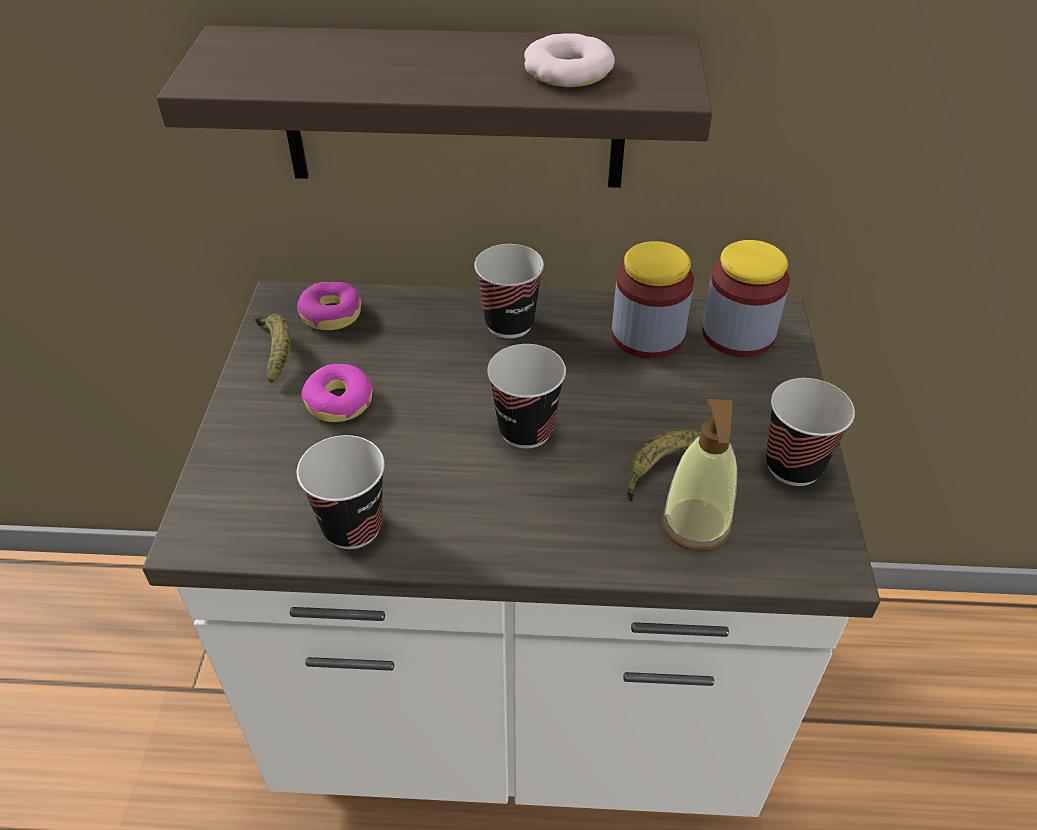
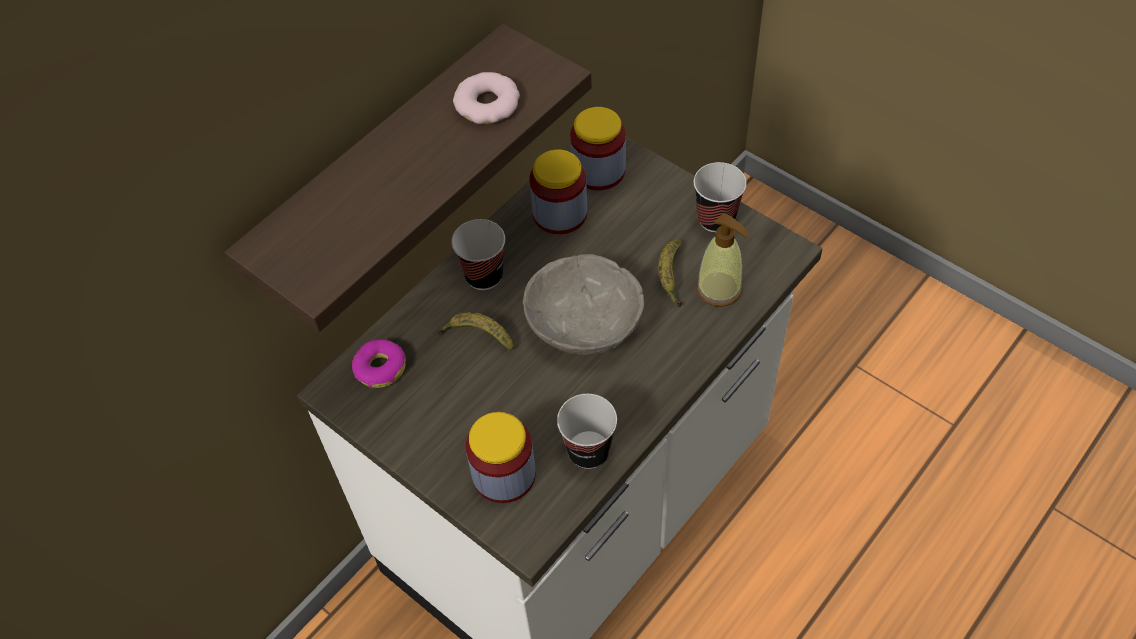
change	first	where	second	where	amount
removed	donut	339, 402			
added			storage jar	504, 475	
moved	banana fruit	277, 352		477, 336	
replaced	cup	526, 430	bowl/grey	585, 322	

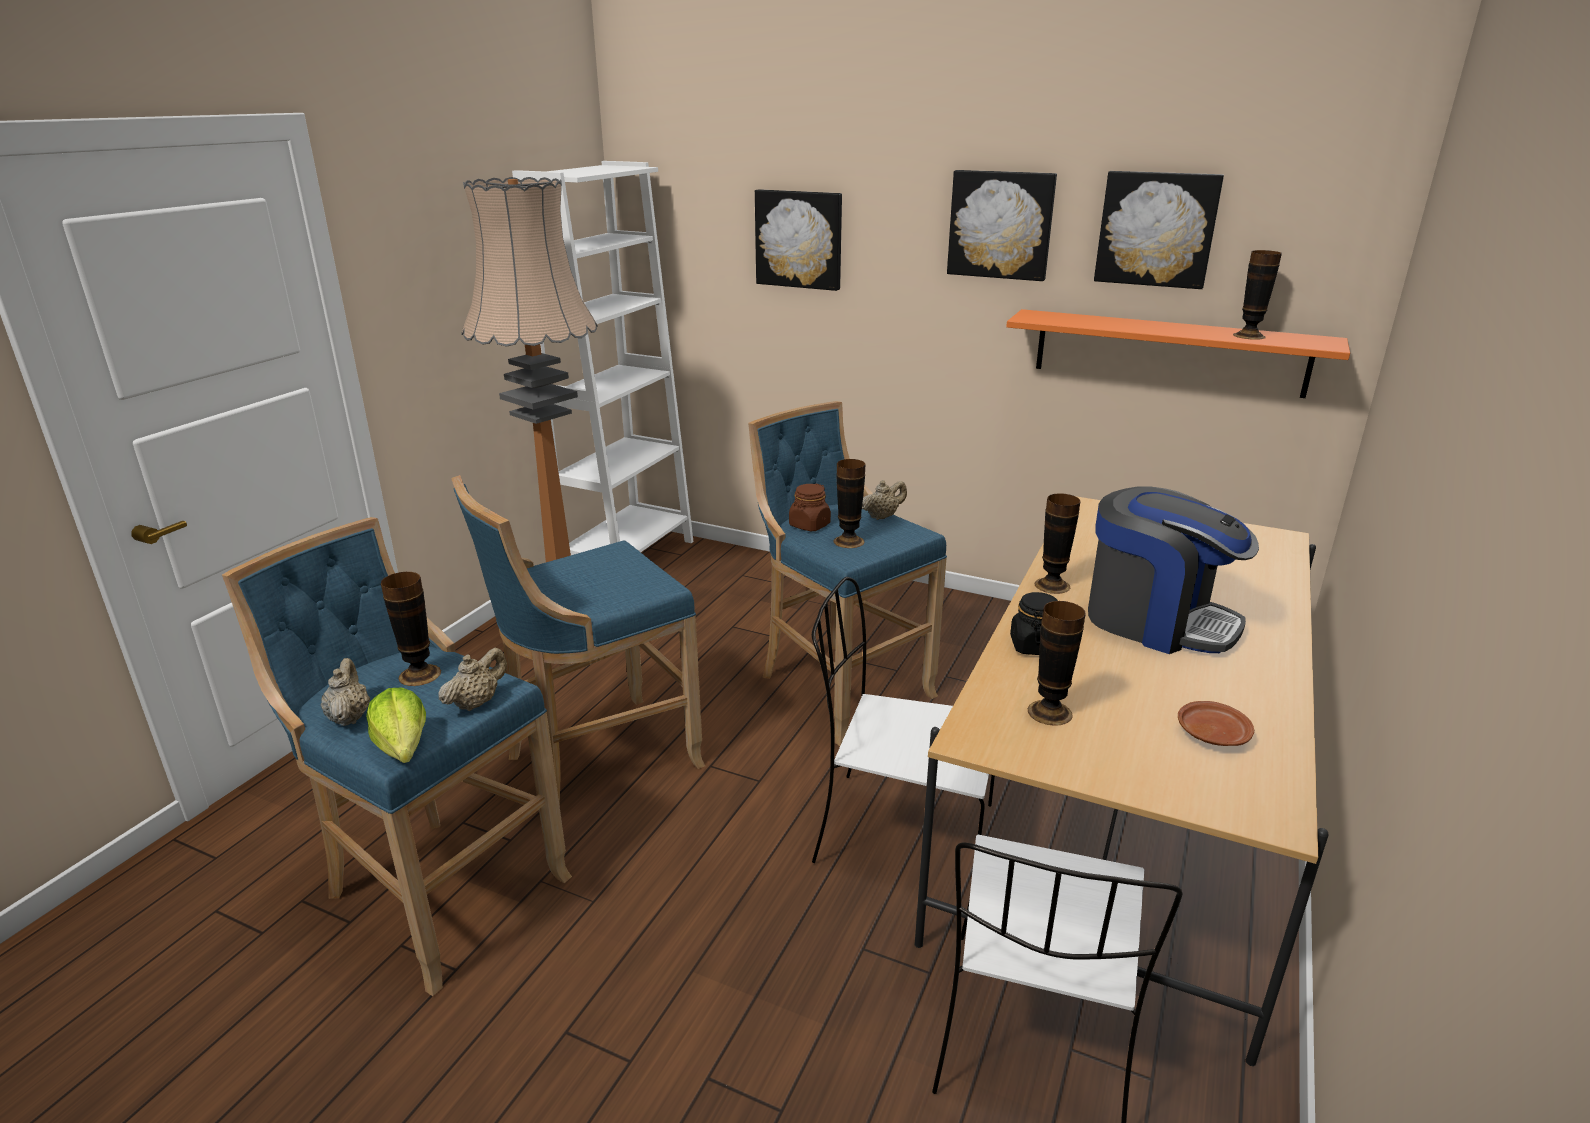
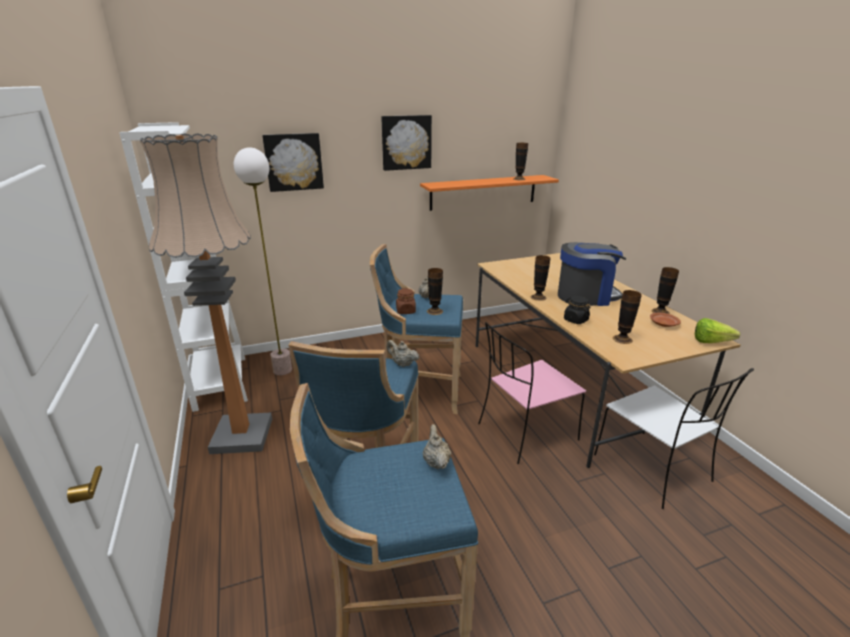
change	first	where	second	where	amount
removed	picture	1156, 229			
added			standard lamp	282, 370	
moved	tea pot/beige	349, 717		402, 364	
moved	lettuce head	402, 754		714, 343	
moved	vase	419, 674		660, 311	
recoloured	plain chair/whitish	899, 833	plain chair/pinkish	525, 433	

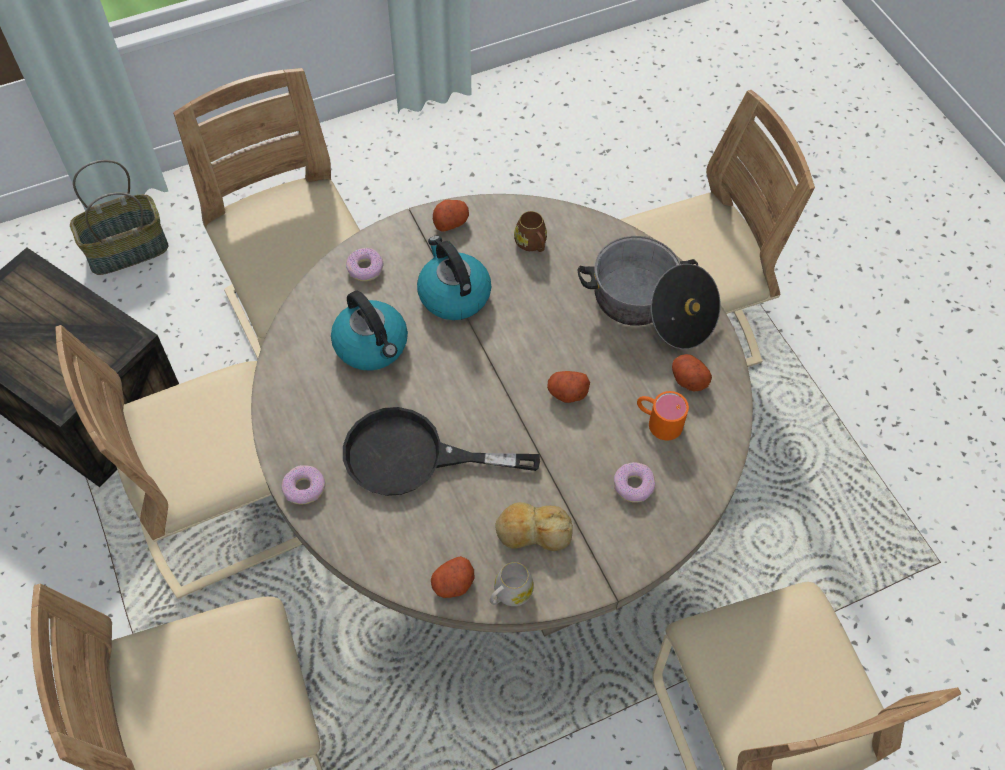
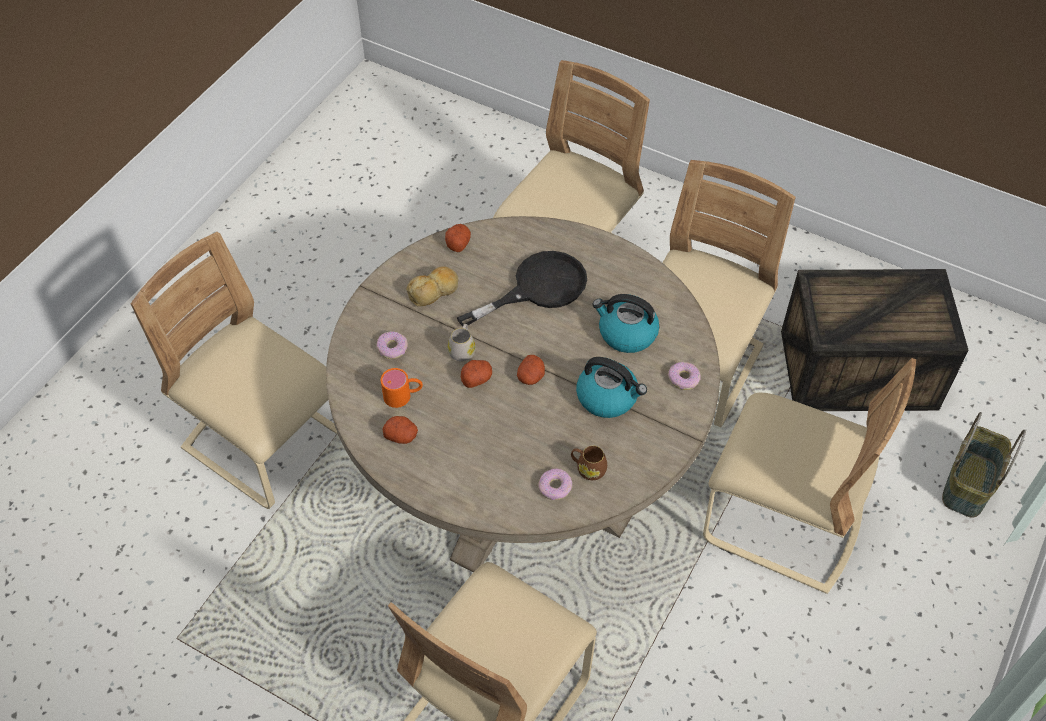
change	first	where	second	where	amount
removed	cooking pot	650, 307			
moved	donut	304, 488		555, 487	
moved	potato	450, 222		531, 377	
moved	tea mug/whitish	509, 594		462, 350	

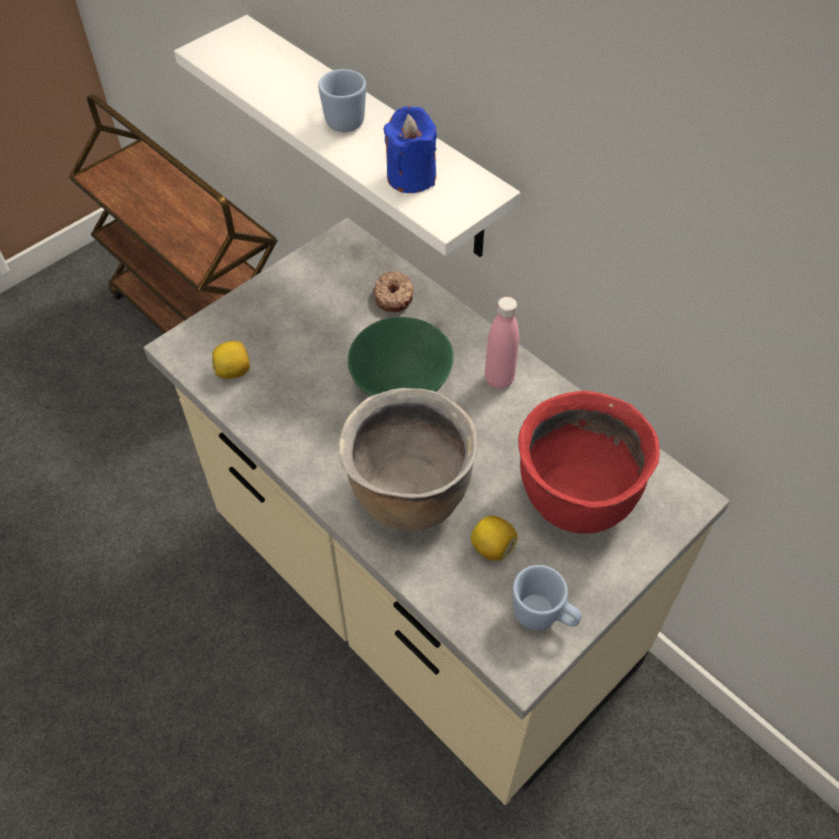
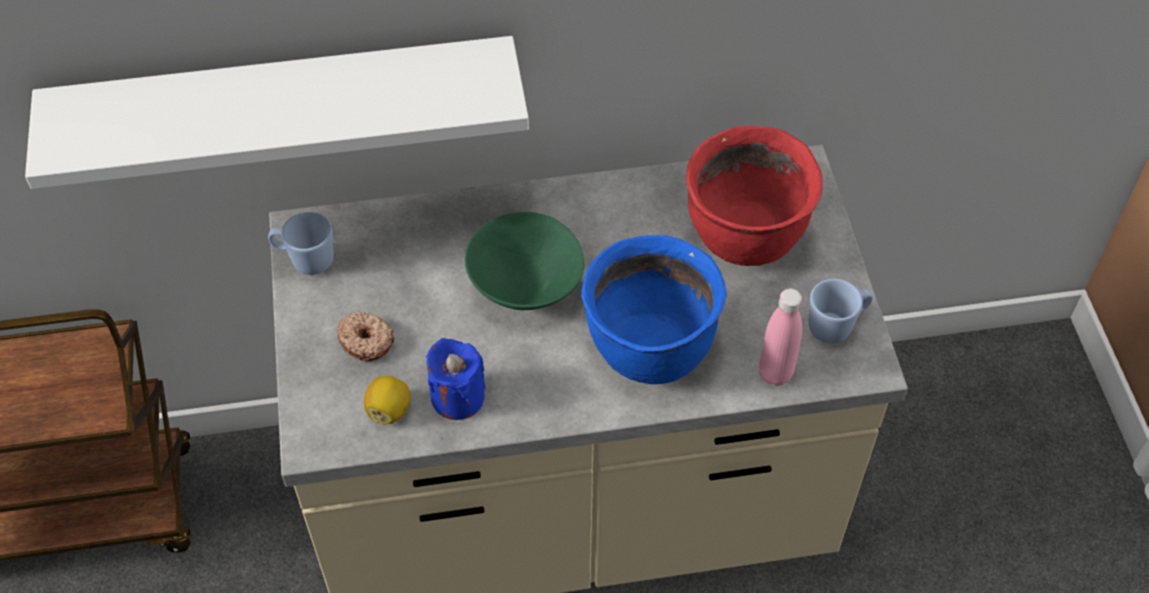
change	first	where	second	where	amount
removed	lemon	492, 547			
moved	tea mug/blue-coloured	342, 118		305, 260	
moved	donut	394, 297		366, 340	
moved	candle/blue-coloured	411, 177		457, 397	
moved	bottle/pinkish	499, 379		775, 373	
recoloured	cooking pot/brownish	408, 494	cooking pot/blue-coloured	649, 349	

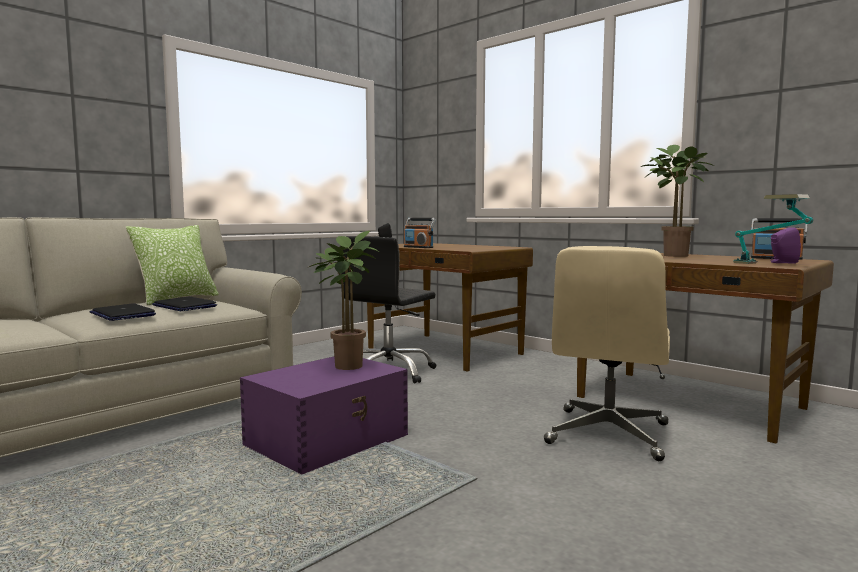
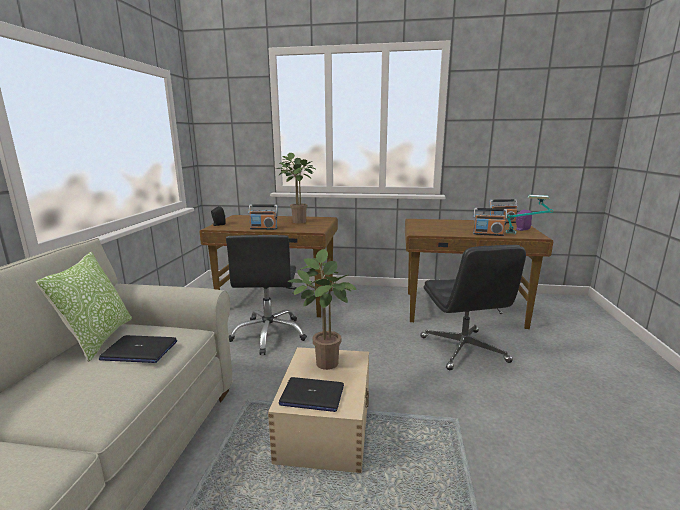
change	first	where	second	where	amount
added			radio set	488, 234	
moved	laptop	122, 314		312, 395	
moved	potted plant	671, 255		296, 222	
recoloured	storage bin/purple	329, 440	storage bin/beige	326, 425	
recoloured	desk chair/beige	608, 434	desk chair/black-coloured	464, 350	

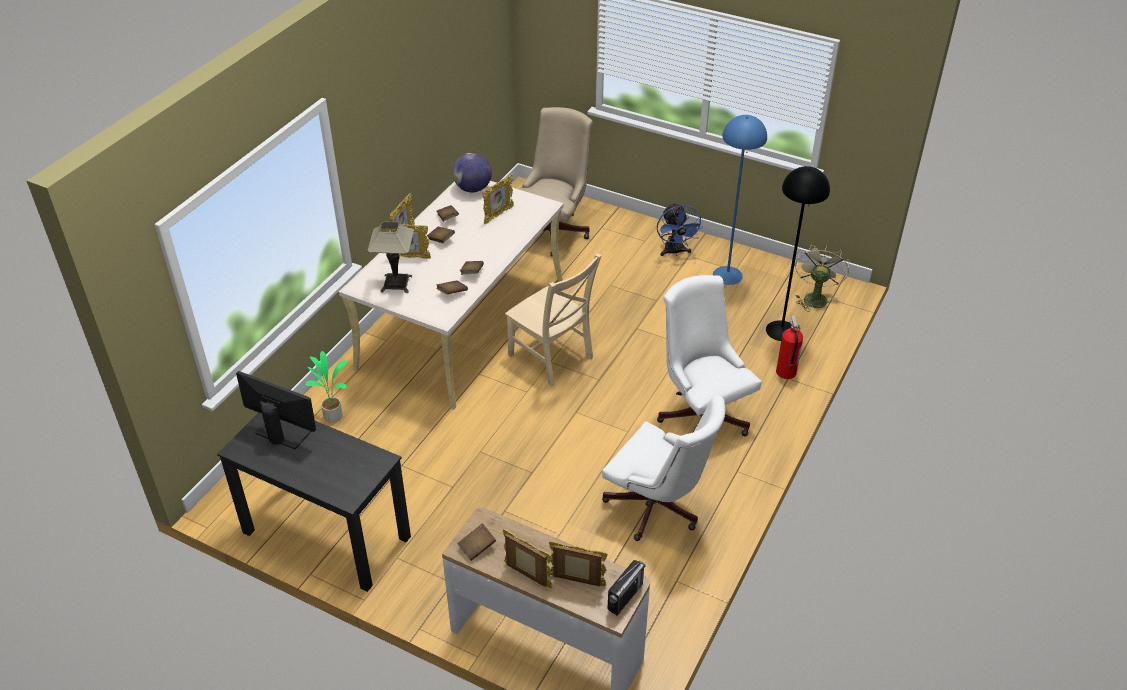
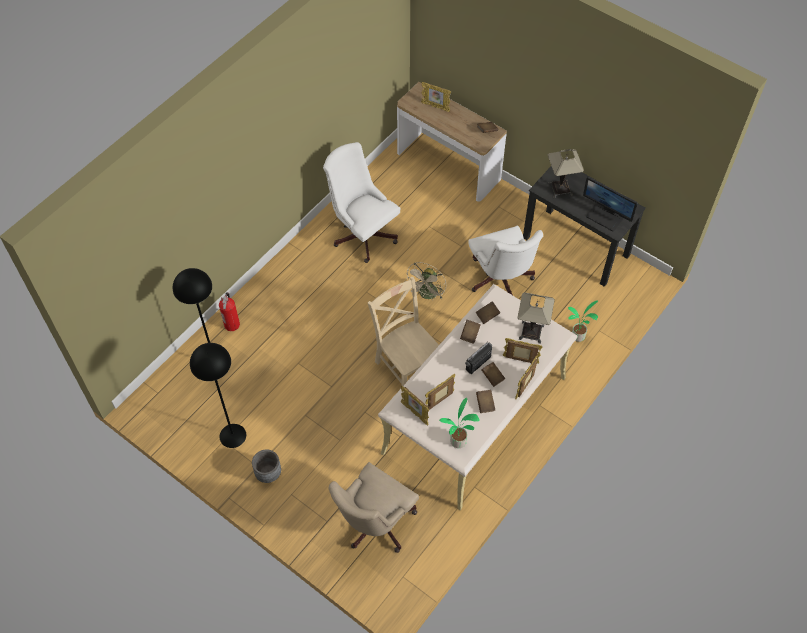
change	first	where	second	where	amount
added			lamp for a table	560, 188	
moved	picture frame	527, 576		415, 413	
moved	radio set	625, 597		478, 363	
moved	desk chair/whitish	701, 413		501, 281	
moved	electric fan/beige	815, 297		427, 295	
replaced	globe	473, 188	potted plant	458, 442	
replaced	electric fan/blue-coloured	675, 252	flower pot/grey	268, 473	
recoloured	standard lamp/blue-coloured	728, 275	standard lamp/black-coloured	232, 435	

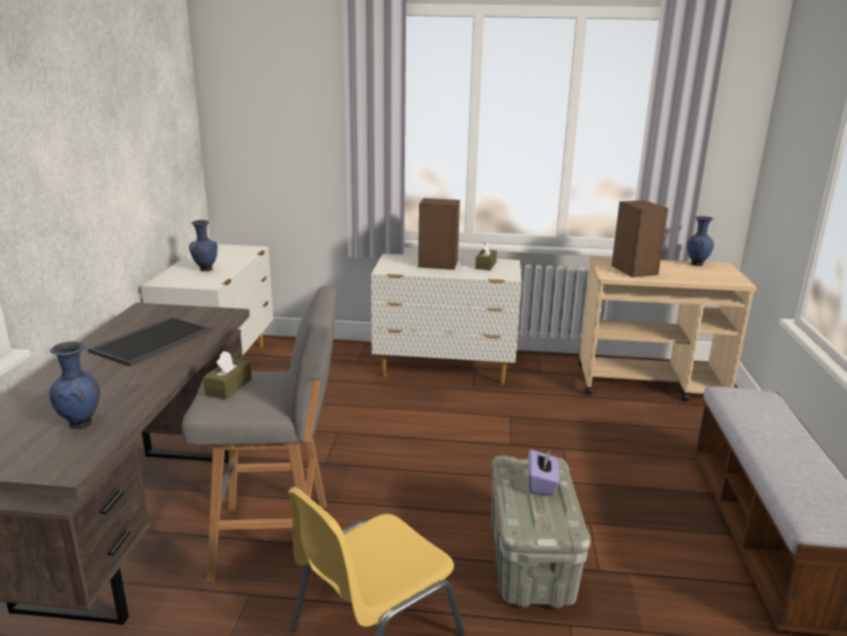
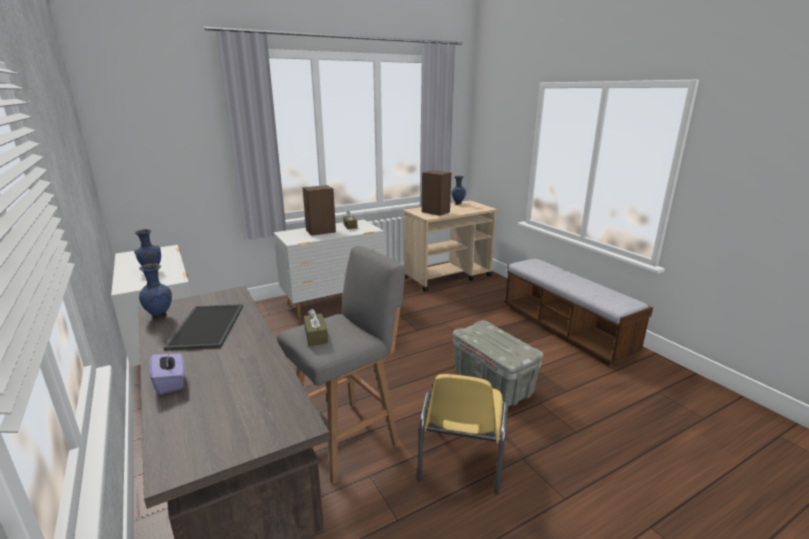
change	first	where	second	where	amount
moved	vase/blue-coloured	81, 425		161, 317	
moved	tissue box/purple	541, 484		171, 382	

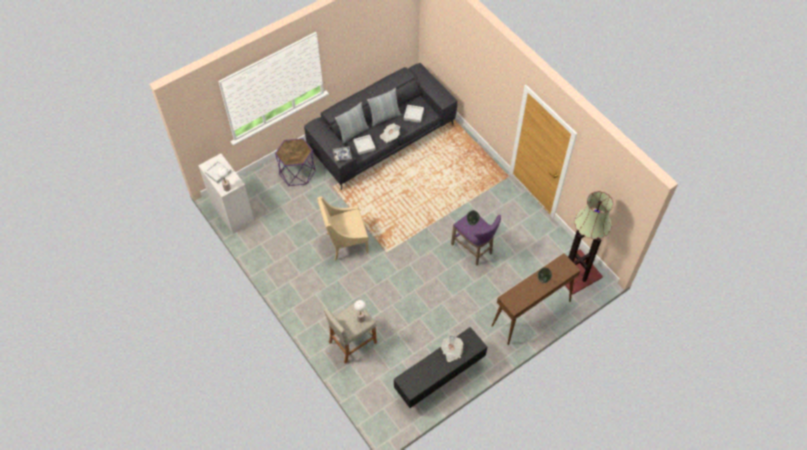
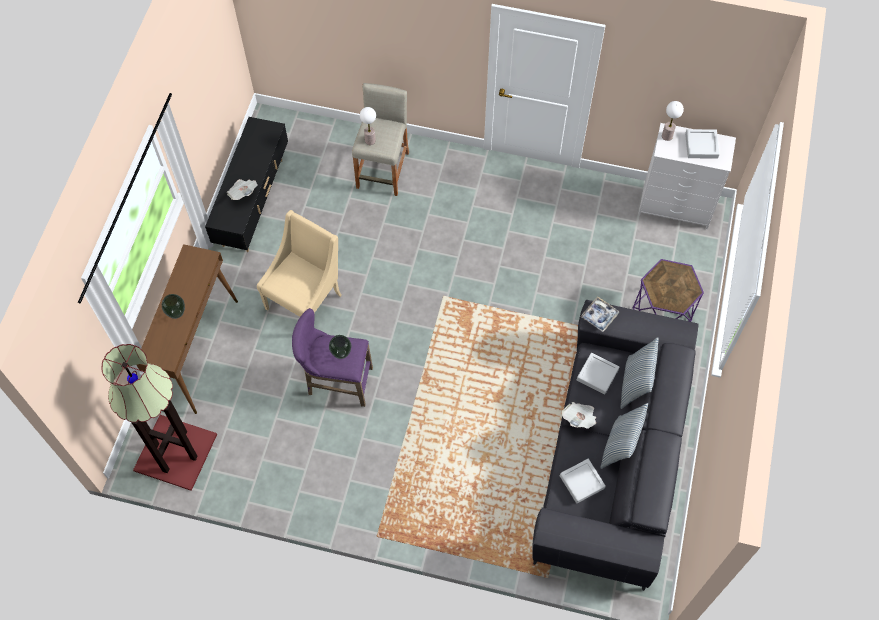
change	first	where	second	where	amount
moved	lounge chair/beige	345, 243		306, 300	

